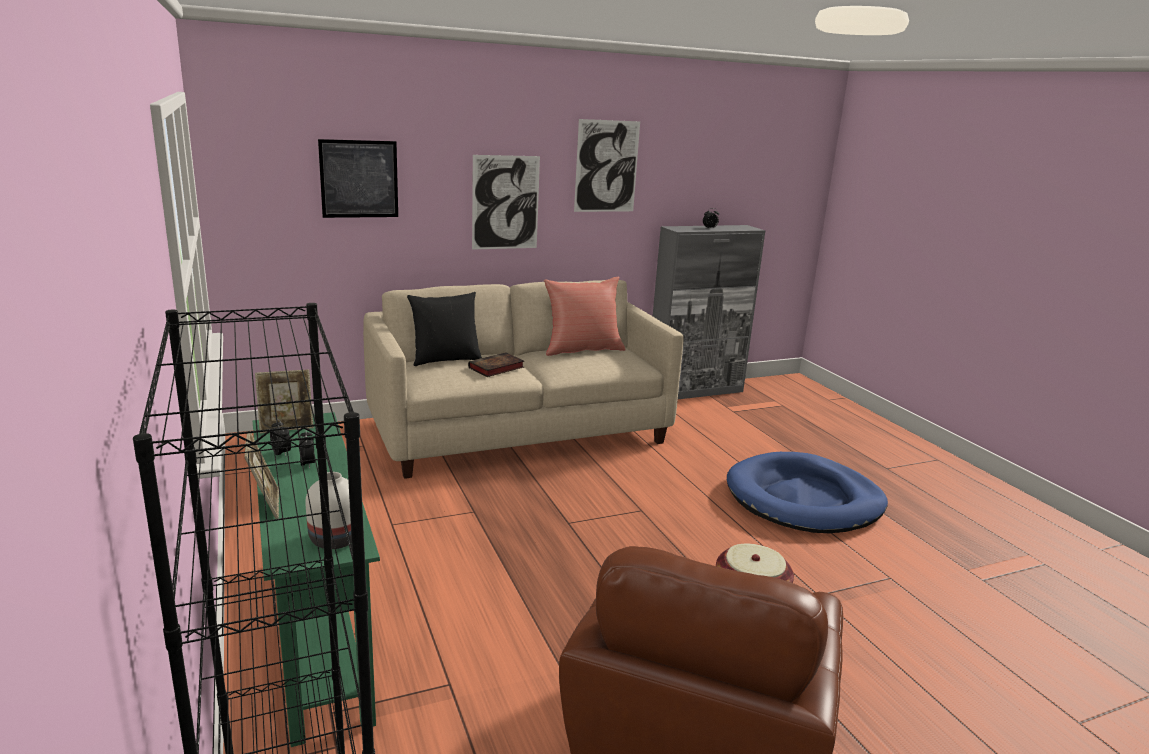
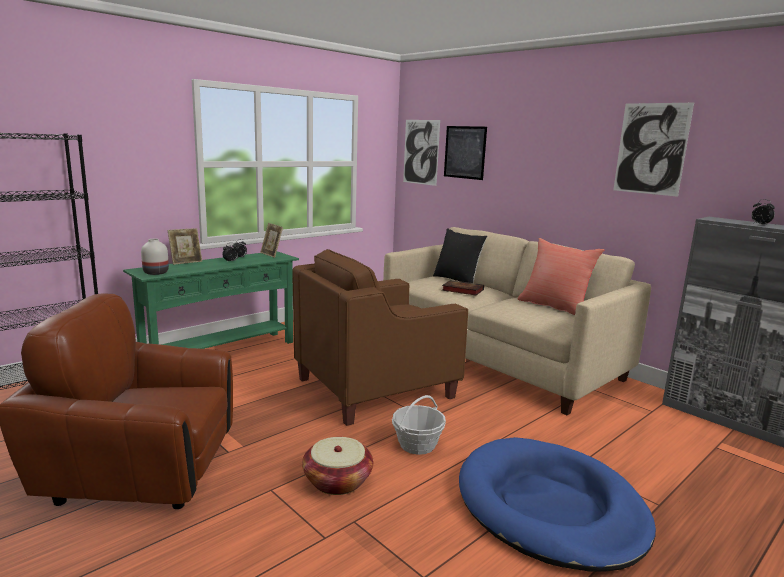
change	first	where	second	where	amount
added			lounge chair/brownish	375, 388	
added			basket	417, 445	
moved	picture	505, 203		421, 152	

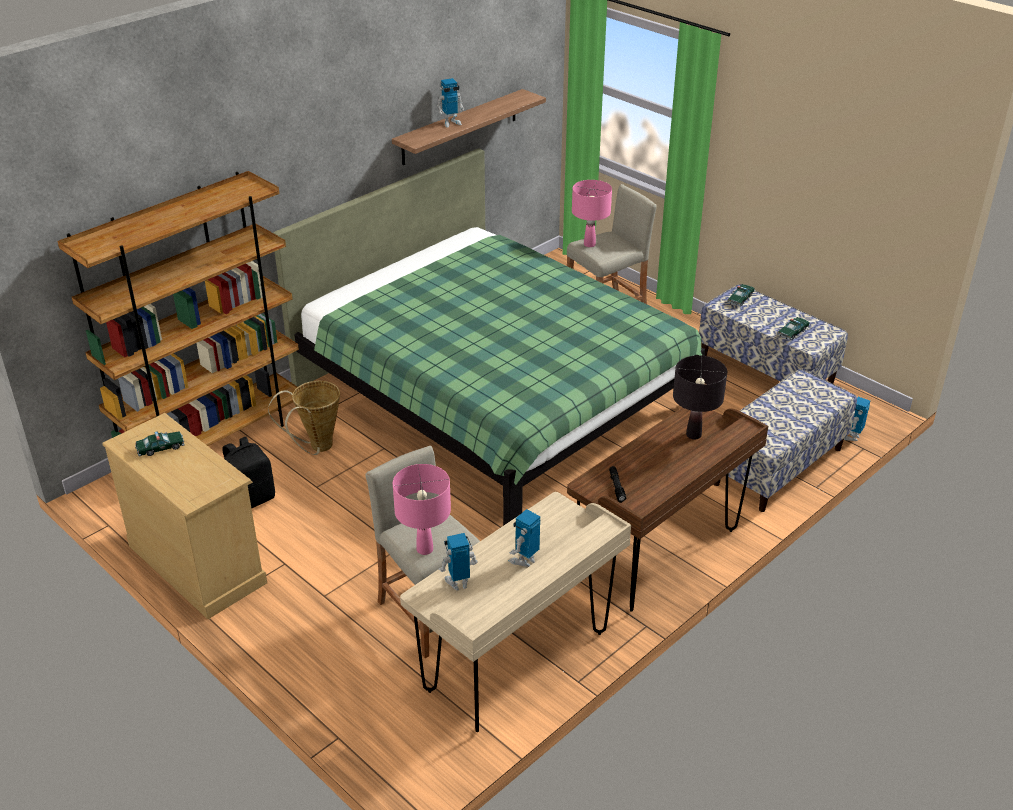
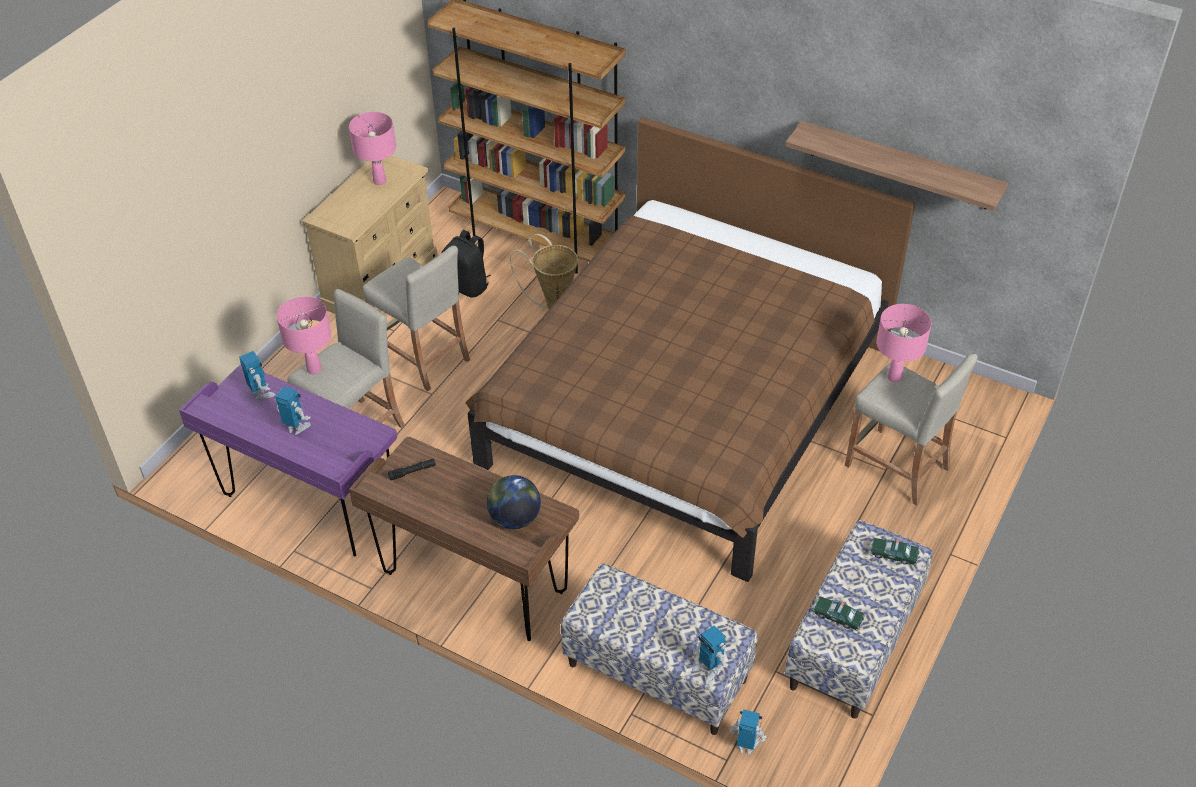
change	first	where	second	where	amount
added			sitting stool/beige	422, 357	
moved	toy robot	451, 123		708, 670	
replaced	miniature car	160, 448	lamp for a table/pinkish	379, 181	
replaced	lamp for a table/black-coloured	693, 435	globe	514, 518	
recoloured	bedroom bed/green-coloured	493, 396	bedroom bed/brownish	685, 404	
recoloured	desk unit/beige	517, 662	desk unit/purple	309, 505	

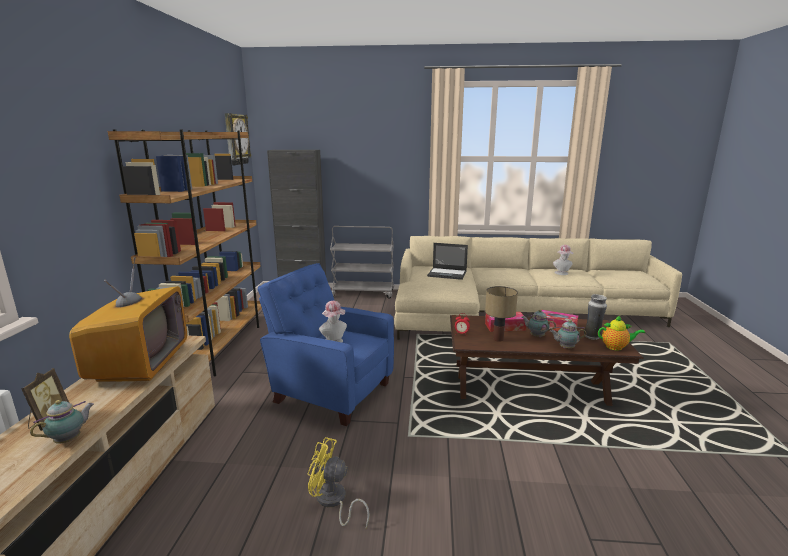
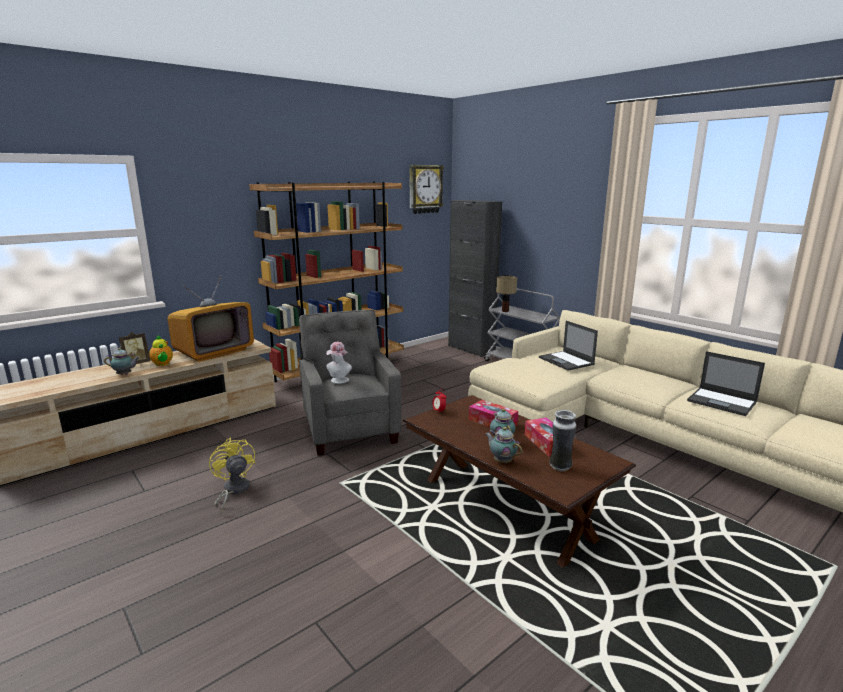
change	first	where	second	where	amount
moved	lamp for a table	497, 339		504, 311	
moved	tea pot	616, 347		162, 364	
replaced	hat	562, 273	laptop	722, 402	
recoloured	lounge chair/blue-coloured	330, 391	lounge chair/grey	350, 429	

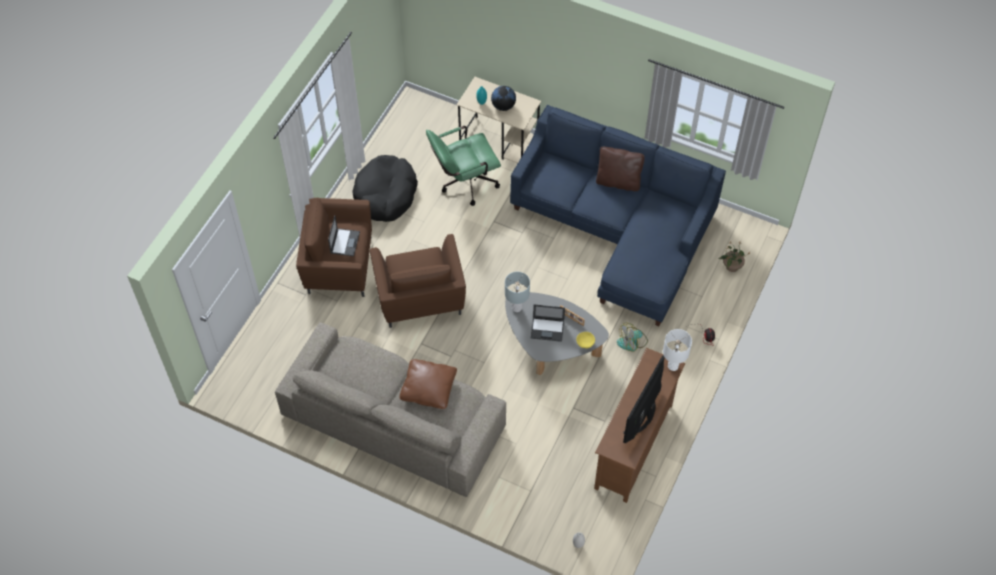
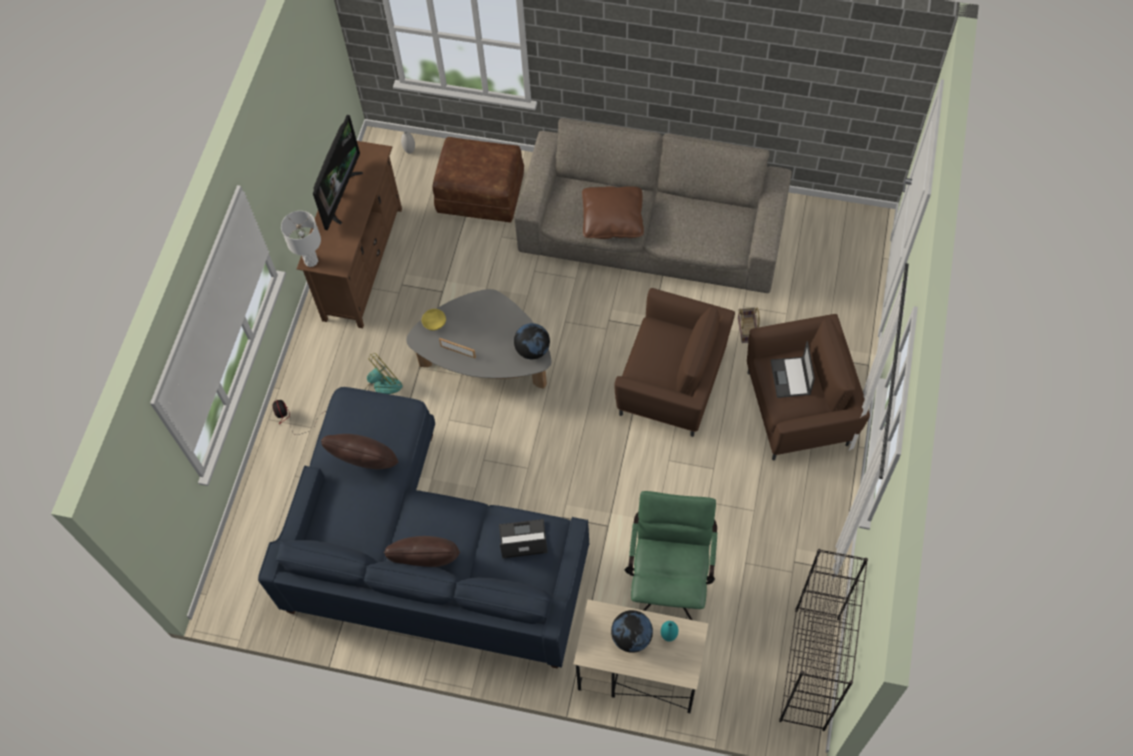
change	first	where	second	where	amount
removed	pet bed/black-coloured	385, 195			
removed	potted plant	731, 266			
added			cushion/brownish	365, 464	
added			footrest/brownish	480, 194	
added			basket	748, 330	
added			bookcase/black-coloured	810, 670	
moved	laptop	547, 329		522, 539	
replaced	lamp for a table/grey	517, 308	globe	533, 350	
turned	lounge chair/brownish	420, 299		673, 385	135 degrees clockwise
turned	desk chair/green-coloured	464, 183		669, 580	45 degrees counterclockwise

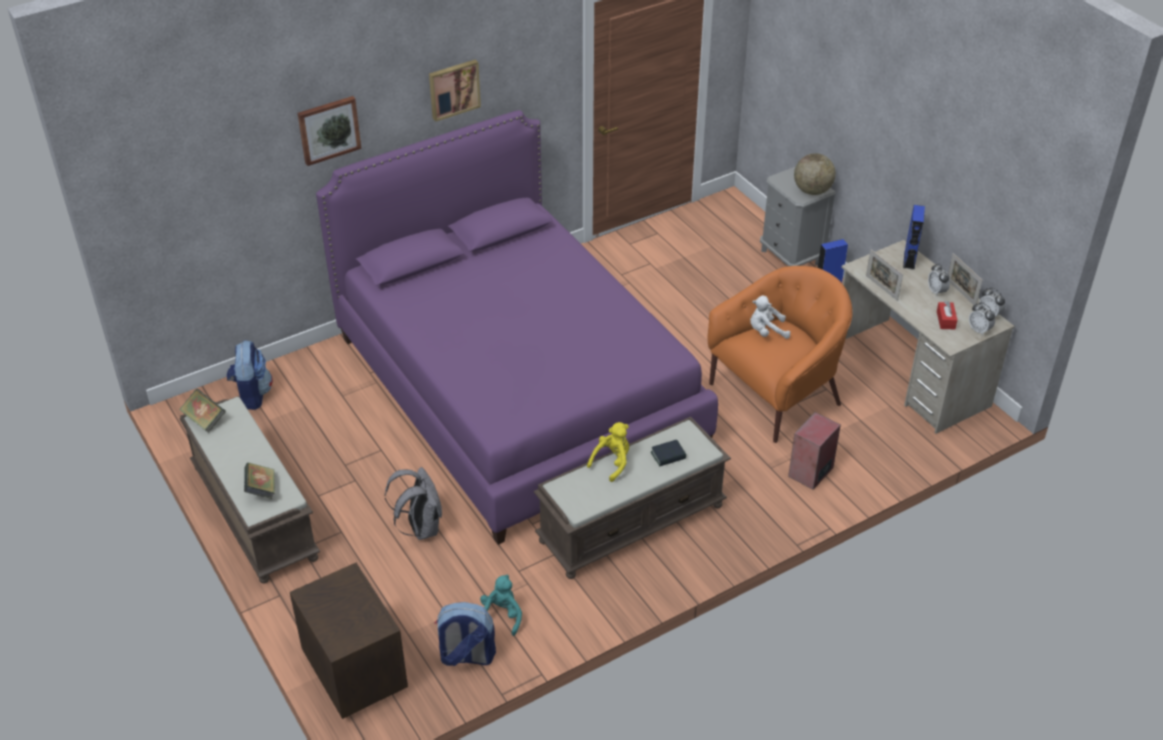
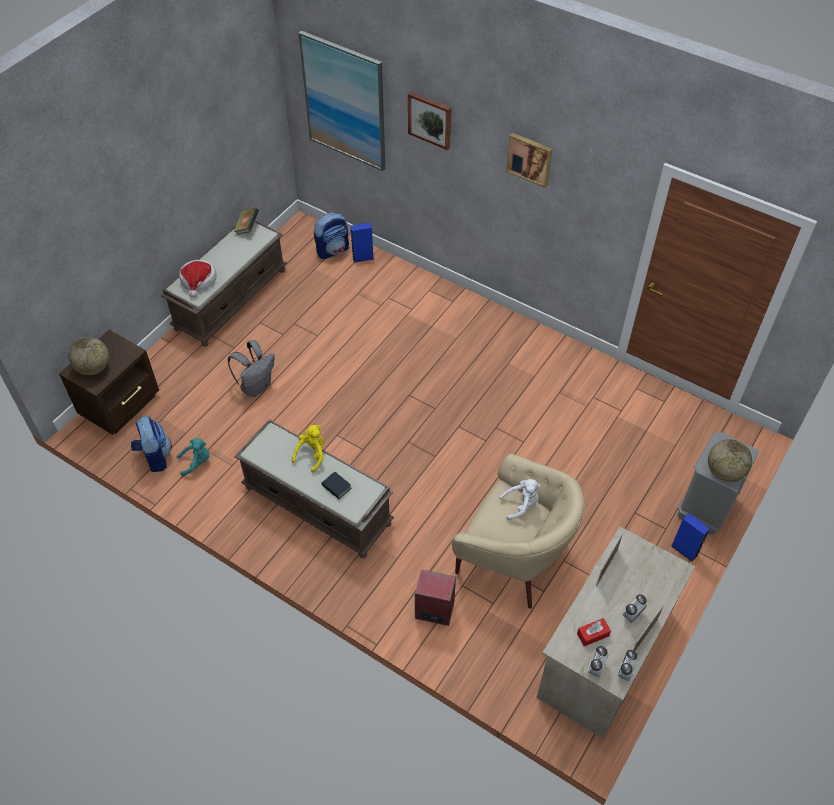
change	first	where	second	where	amount
removed	bedroom bed/purple	518, 390			
added			globe	93, 368	
added			picture	344, 102	
moved	speaker/blue-coloured	909, 260		363, 258	
replaced	volume	261, 490	hat	198, 281	
recoloured	lounge chair/orangey	776, 394	lounge chair/beige	514, 555	
turned	soft toy/yellow	612, 462		312, 454	75 degrees counterclockwise
turned	soft toy/whitish	766, 331		521, 504	105 degrees clockwise

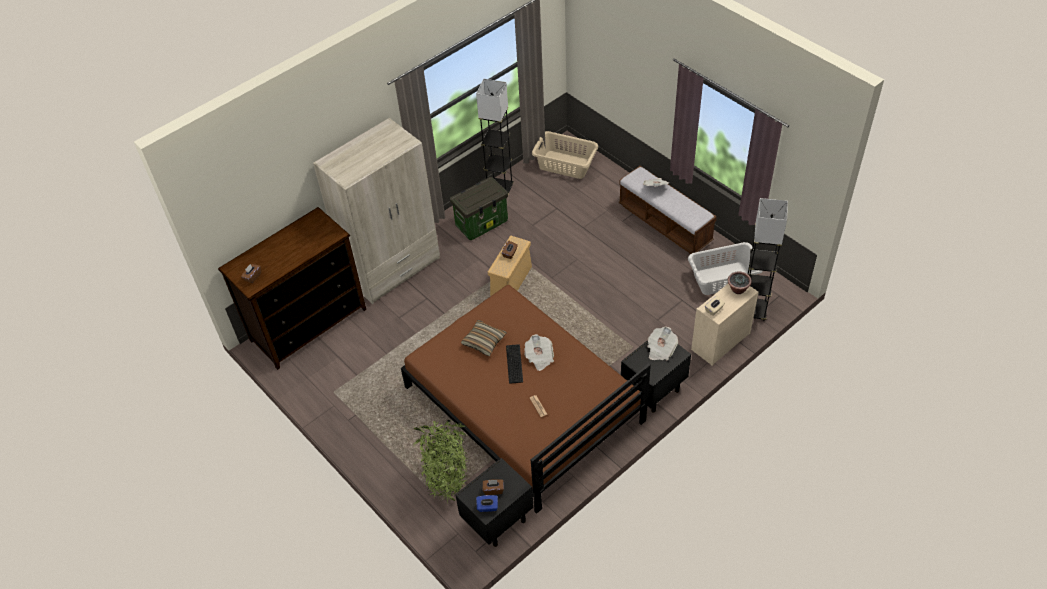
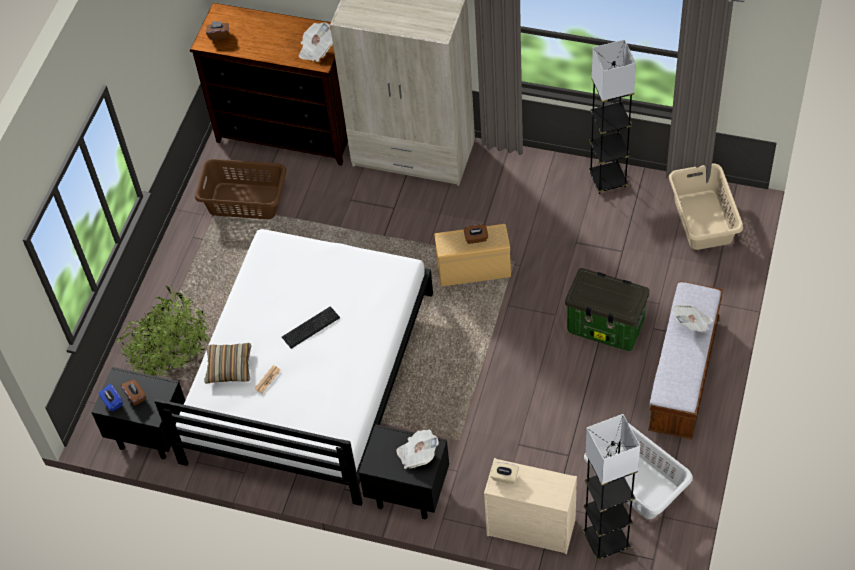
change	first	where	second	where	amount
removed	potted plant	737, 289			
added			washing basket/brownish	245, 200	
moved	storage bin	482, 223		606, 327	
moved	cushion	484, 341		229, 367	
moved	newspaper	539, 357		316, 49	
recoloured	bedroom bed/brownish	523, 404	bedroom bed/whitish	308, 376	

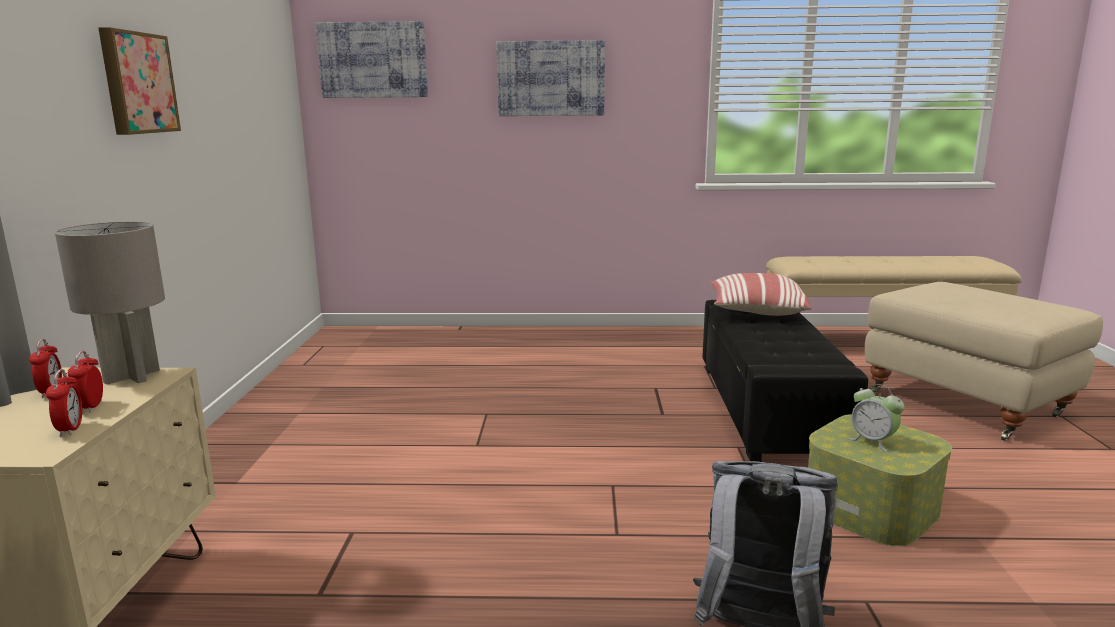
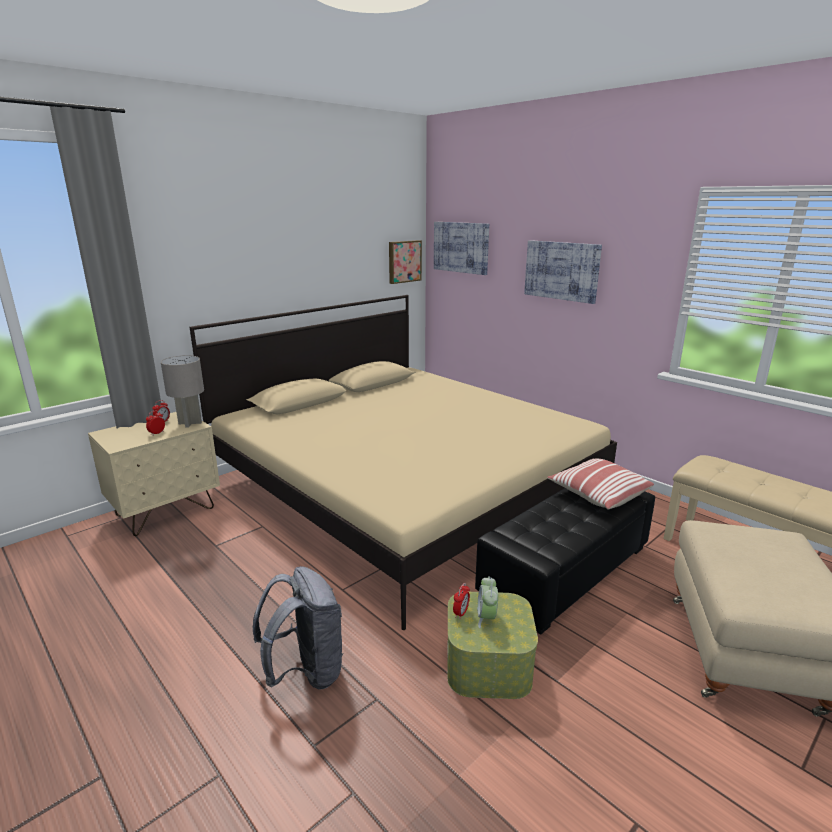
change	first	where	second	where	amount
added			bedroom bed/beige	406, 487	
moved	bedside clock	70, 429		461, 613	
moved	picture	137, 83		404, 261	

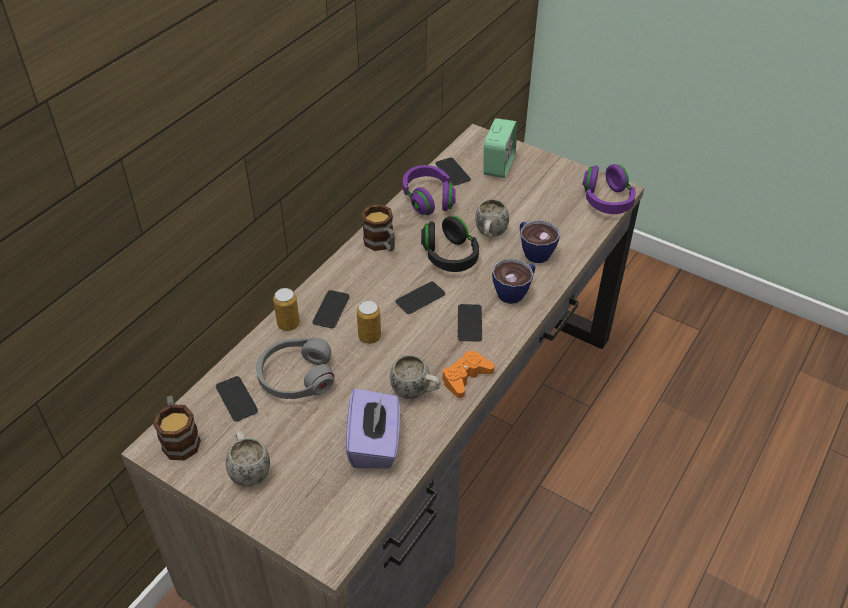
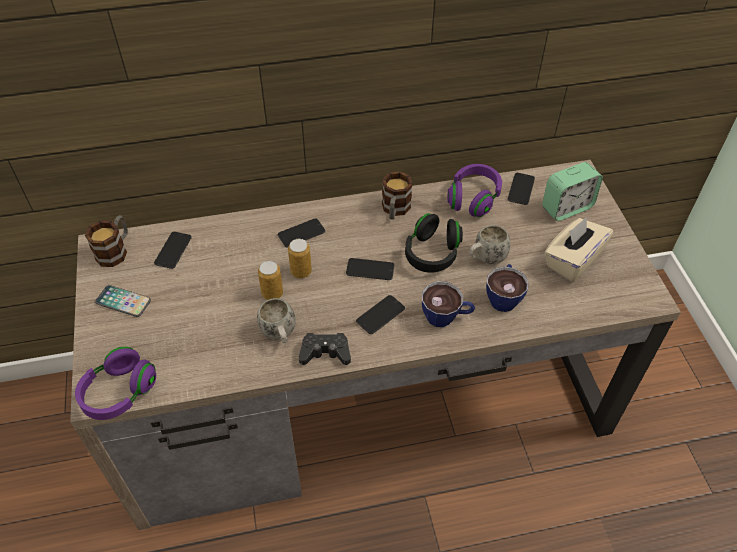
change	first	where	second	where	amount
removed	headphones/grey	296, 376			
removed	tissue box/purple	374, 444			
added			tissue box/beige	572, 260	
moved	metal can	288, 324		272, 293	
moved	headphones/purple	606, 201		119, 393	
replaced	tea mug/whitish	248, 469	phone	123, 301	
recoloured	game controller/orangey	465, 377	game controller/black-coloured	325, 353	

